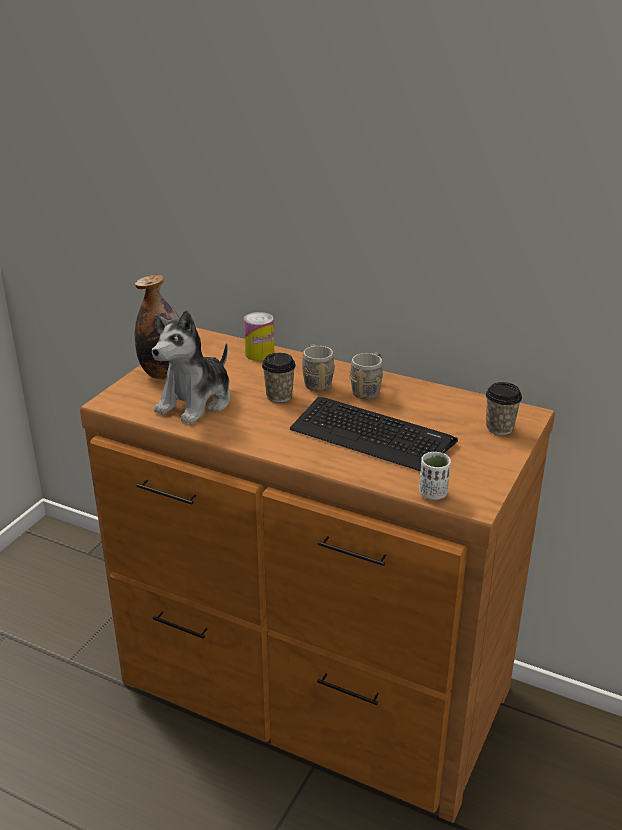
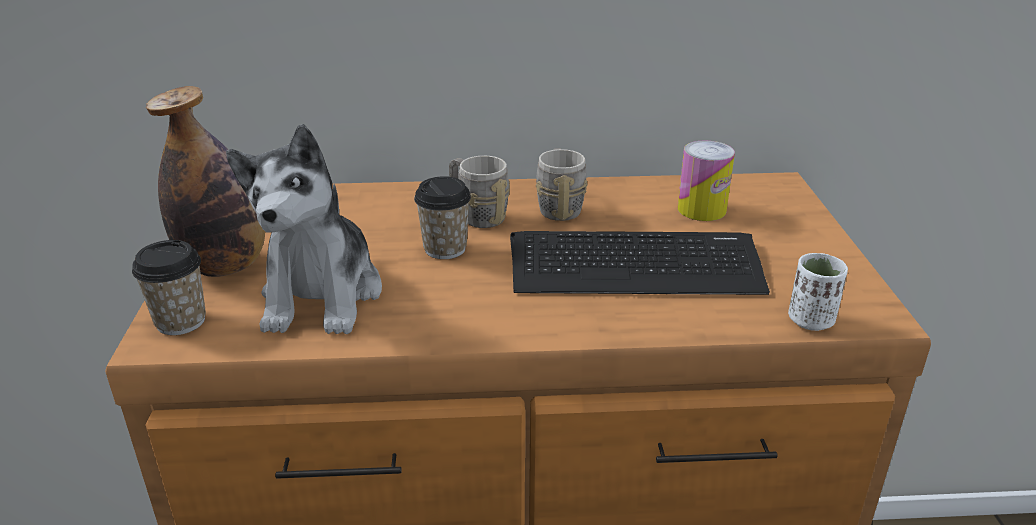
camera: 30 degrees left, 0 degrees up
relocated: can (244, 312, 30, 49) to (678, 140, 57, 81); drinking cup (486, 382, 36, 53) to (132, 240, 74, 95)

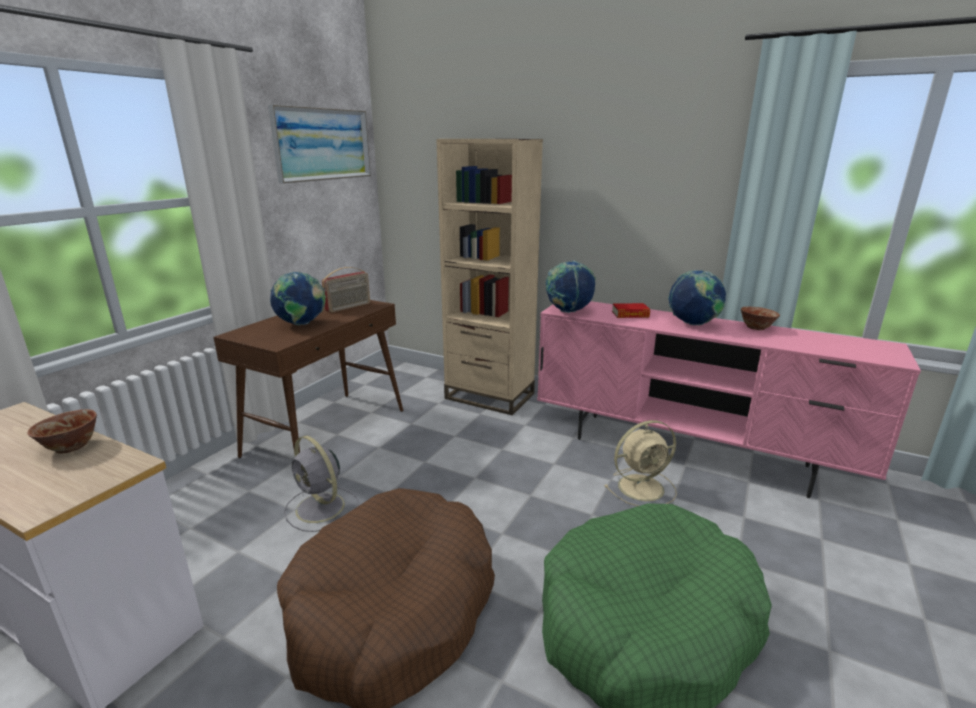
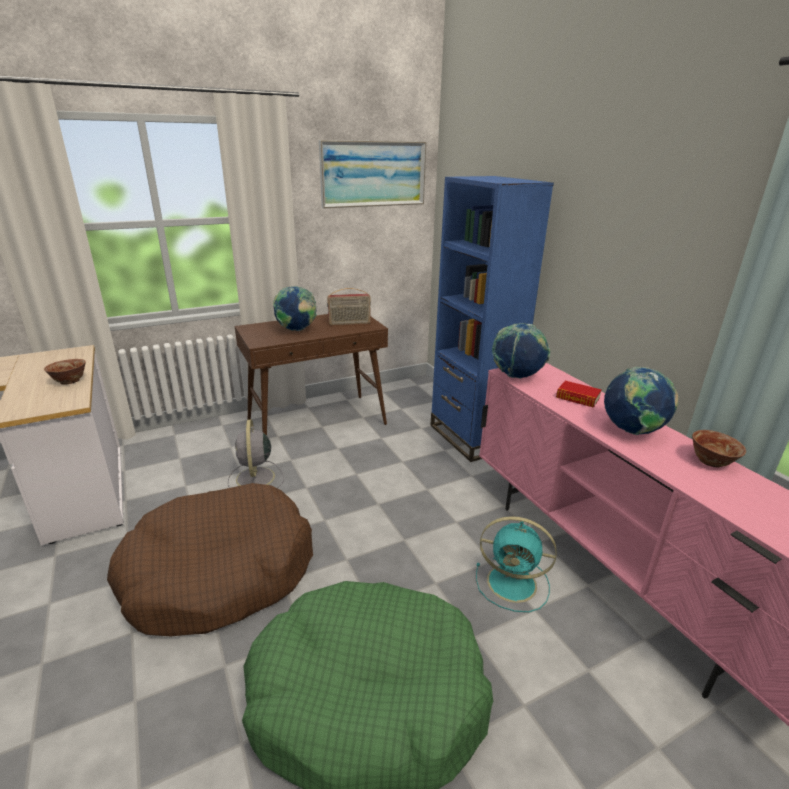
camera: 35 degrees right, 5 degrees up
colour: beige shelving unit (436, 139, 107, 276) to bluish shelving unit (430, 176, 124, 286); beige electric fan (604, 420, 73, 86) to turquoise electric fan (476, 516, 81, 96)

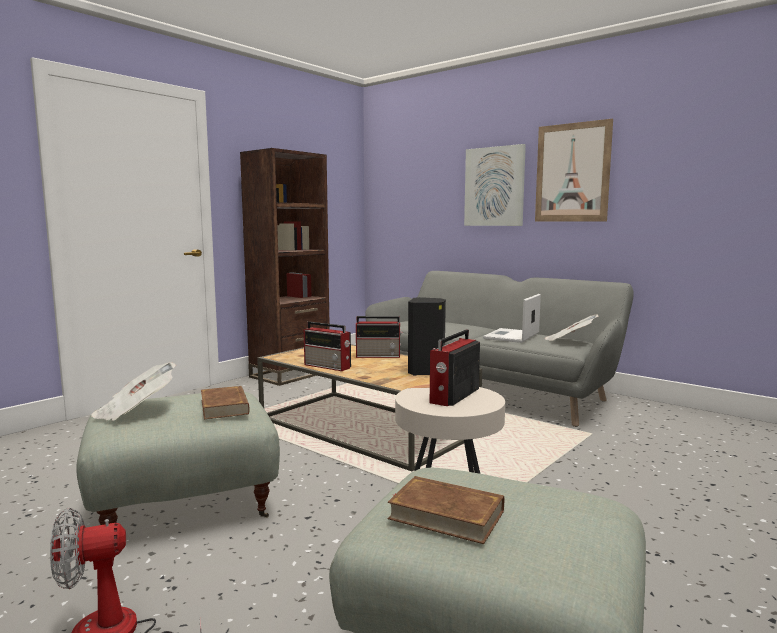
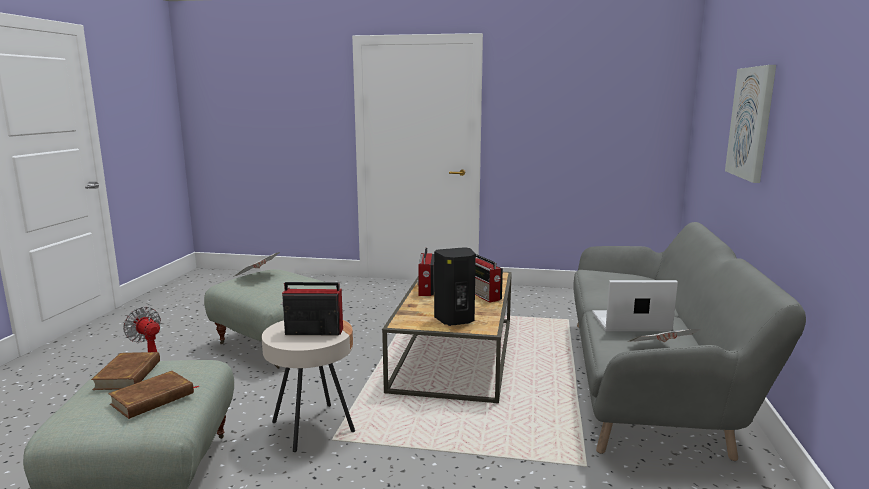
camera: 60 degrees right, 5 degrees up
missing: brown-coloured shelving unit (240, 148, 90, 238); wall picture (535, 119, 78, 103)
relocated: brown-coloured bound book (201, 386, 49, 33) to (108, 371, 91, 48)

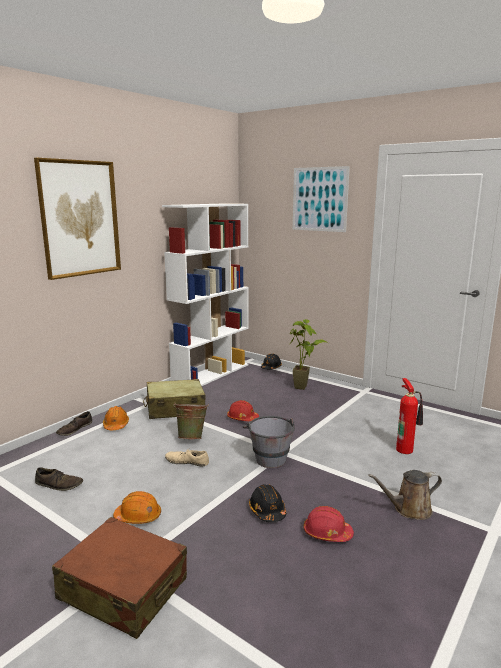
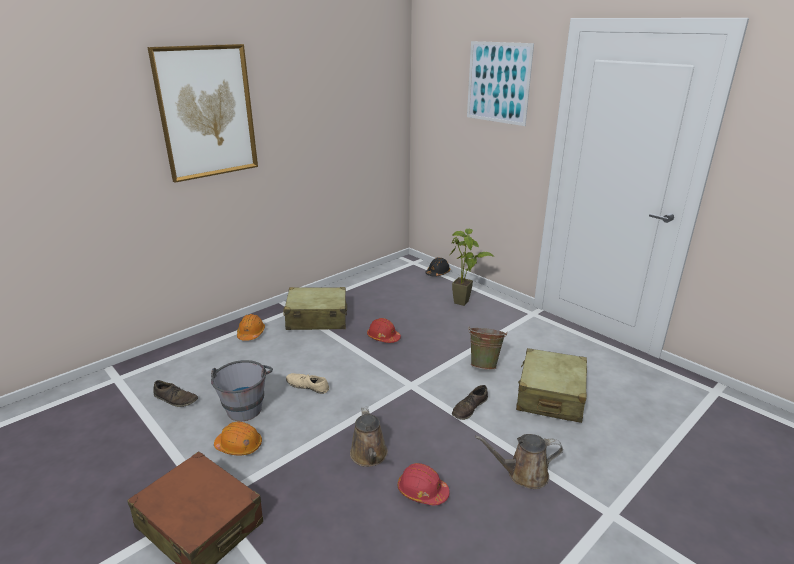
camera: 10 degrees right, 10 degrees up
missing: whitish shelving unit (162, 203, 87, 183)
relocated: brown-coloured shoe (56, 411, 36, 25) to (452, 385, 36, 35); greenish pail (173, 402, 36, 37) to (468, 327, 39, 43); grey pail (242, 416, 53, 52) to (211, 360, 62, 61)
exchanged: blackish safety helmet (249, 484, 37, 38) to brown-coloured watering pot (350, 406, 38, 61); extinguisher (396, 378, 27, 76) to beige travel case (516, 348, 71, 75)

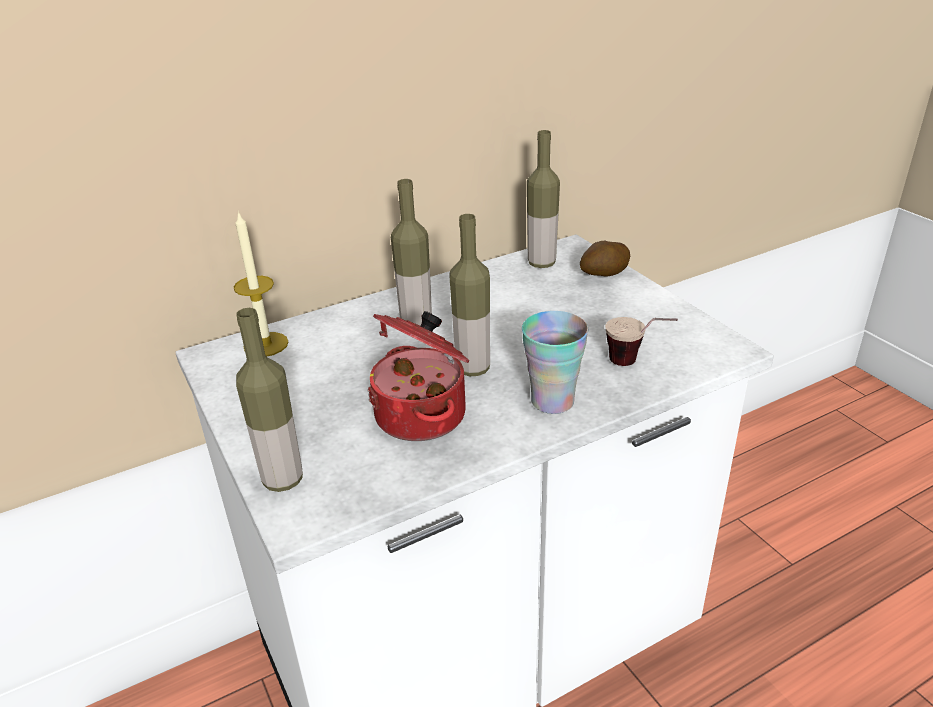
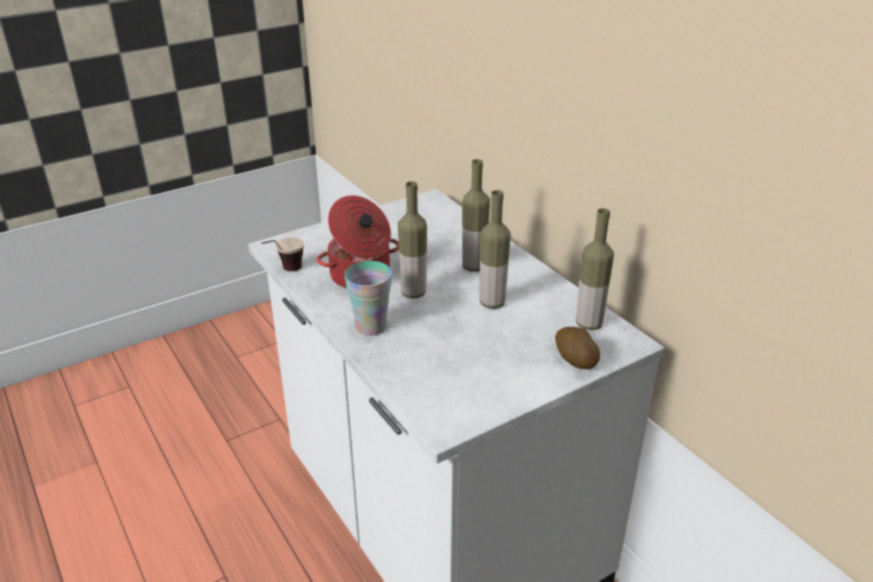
camera: 85 degrees right, 0 degrees up
missing: wax light (234, 211, 55, 145)
relocated: beverage bottle (236, 308, 67, 184) to (480, 190, 31, 119); drinking cup (605, 317, 73, 49) to (261, 237, 43, 34)

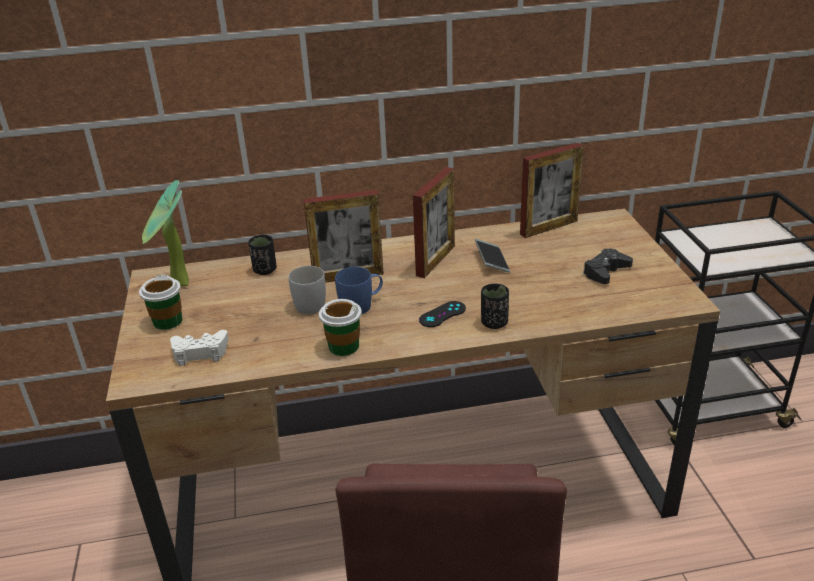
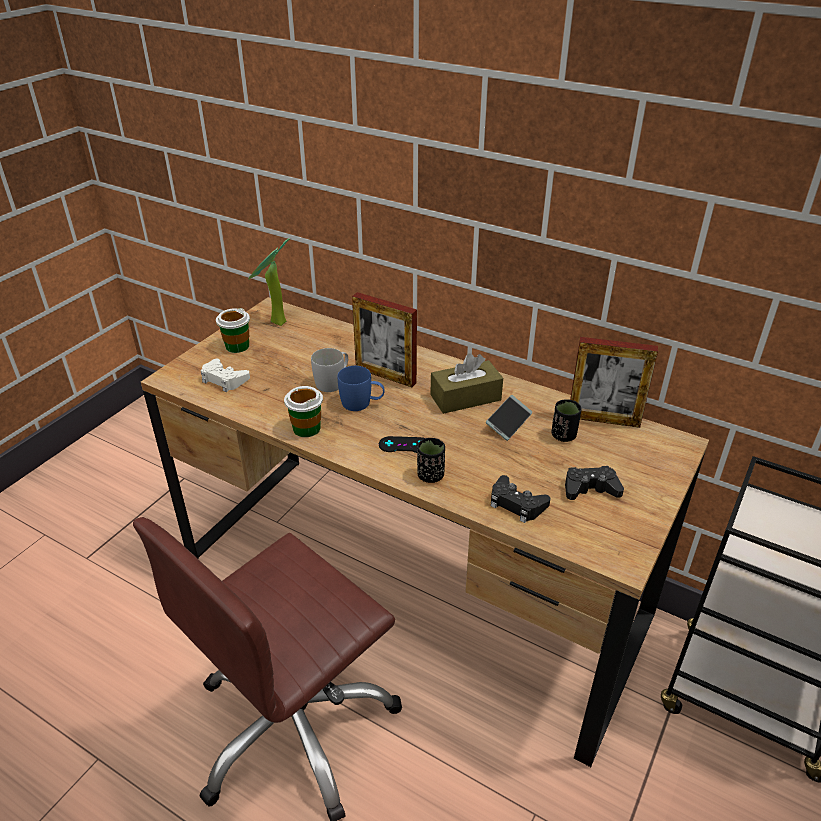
camera: 40 degrees right, 5 degrees up
appeared: blackish joypad (491, 475, 59, 48)
relocated: blackish drinking cup (248, 234, 29, 41) to (551, 399, 31, 43)
exchanged: photo frame (413, 167, 42, 111) to brown-coloured tissue box (430, 353, 73, 61)

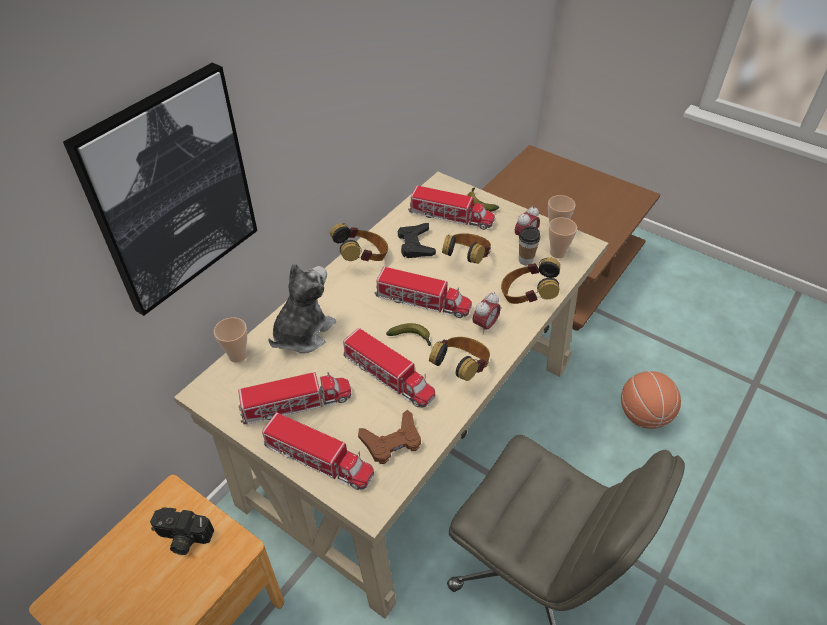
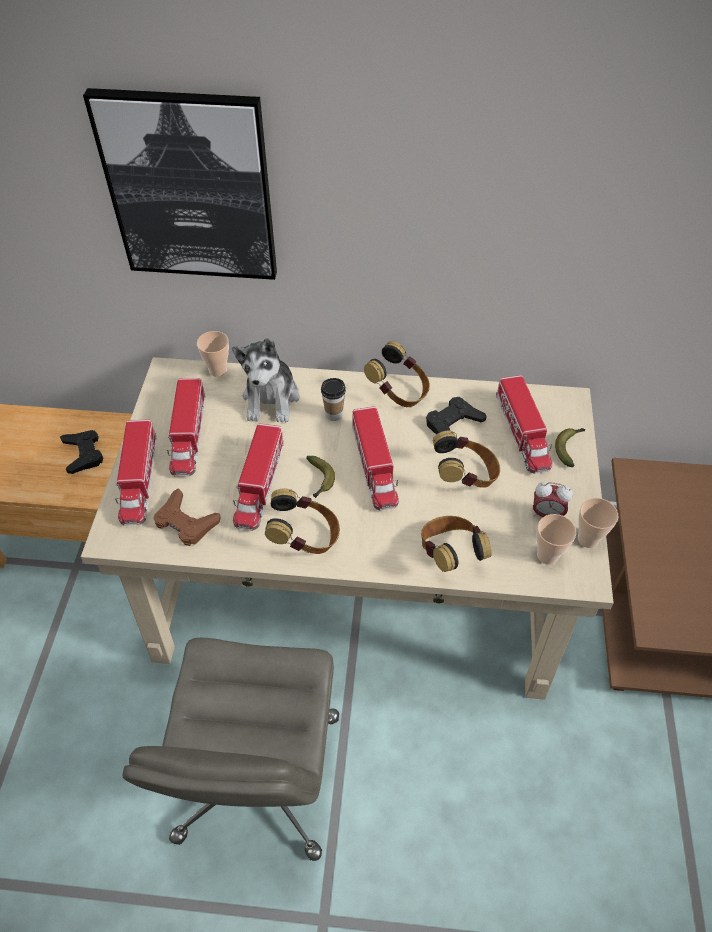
camera: 60 degrees right, 5 degrees up
missing: alarm clock (473, 292, 28, 42); basketball (621, 371, 60, 58)
relocated: drinking cup (519, 226, 21, 39) to (321, 378, 25, 43)
exchanged: still camera (150, 507, 64, 48) to blackish joypad (60, 430, 43, 44)
spun: toy lorry (238, 372, 114, 53) = (167, 378, 38, 98) 45 degrees clockwise; cuddly toy (268, 263, 68, 90) = (232, 338, 68, 84) 90 degrees clockwise

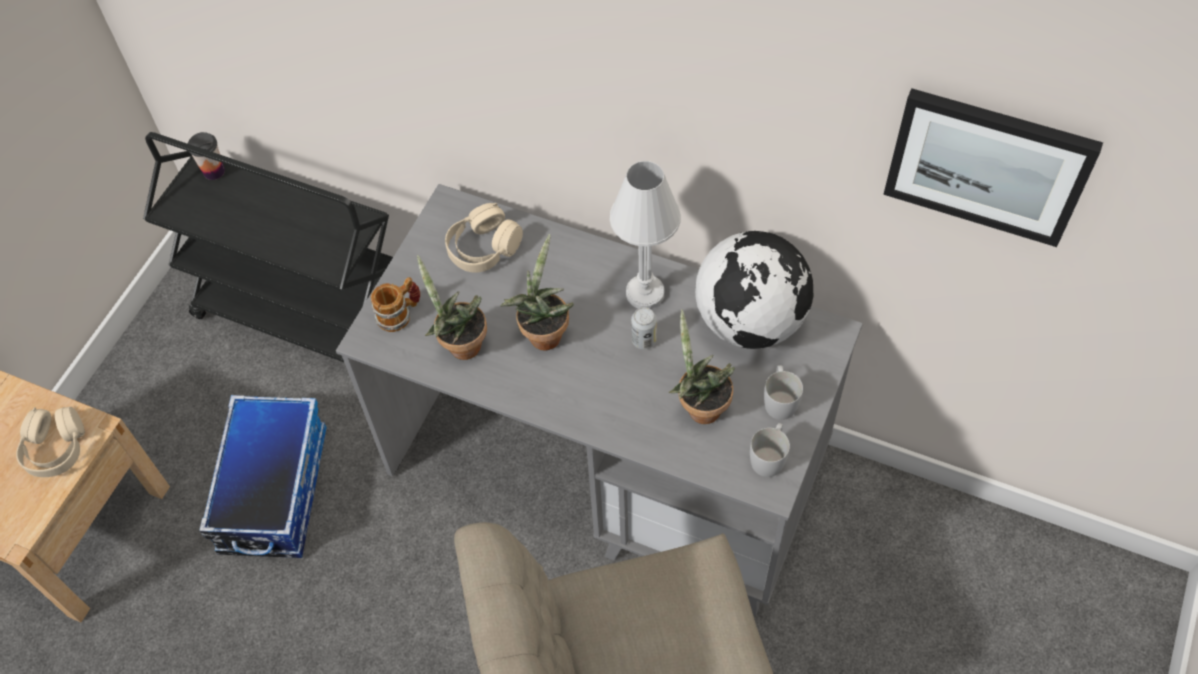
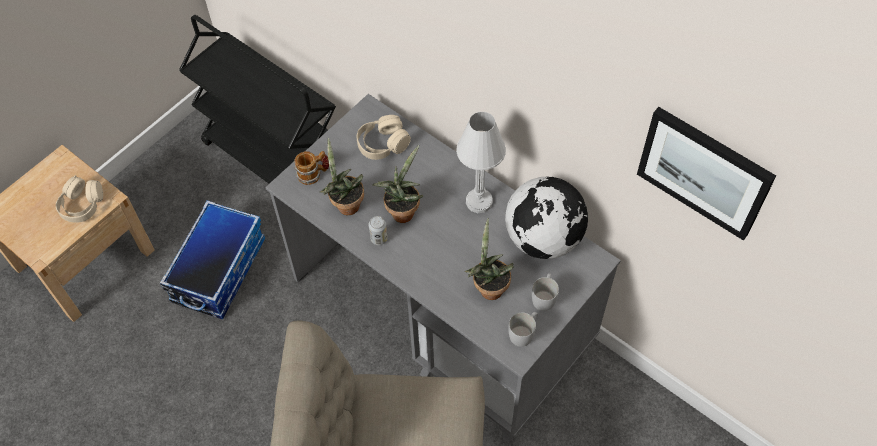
camera: 15 degrees right, 0 degrees up
missing: drinking cup (188, 132, 37, 48)
relocated: can (631, 307, 26, 43) to (369, 216, 19, 29)

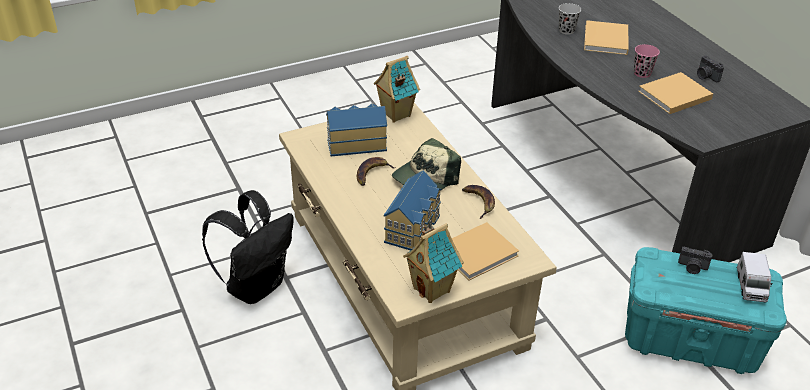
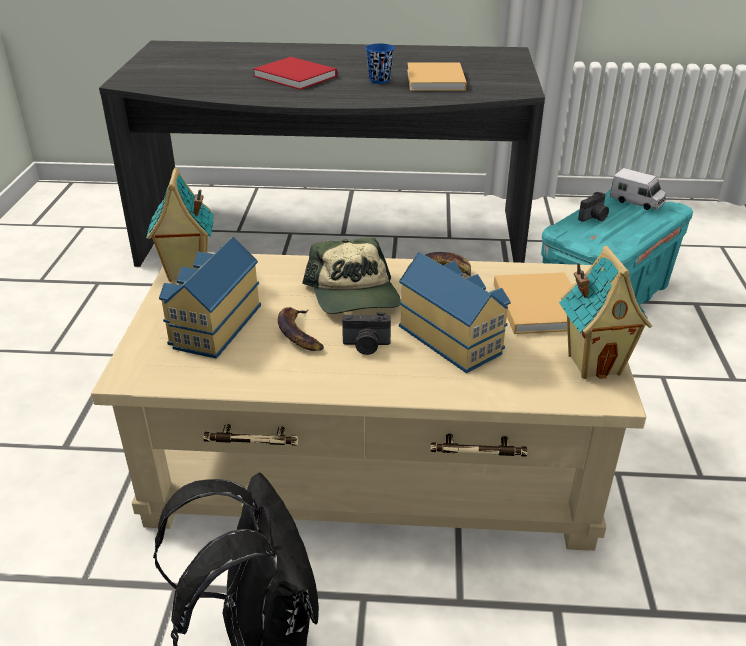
camera: 60 degrees left, 5 degrees down
missing: blackish drinking cup (559, 3, 22, 32)
relocated: still camera (697, 55, 27, 27) to (342, 312, 49, 43)
colour: beige bound book (584, 20, 45, 35) to red-coloured bound book (253, 57, 84, 33); pinkish drinking cup (634, 44, 26, 34) to bluish drinking cup (365, 44, 30, 40)

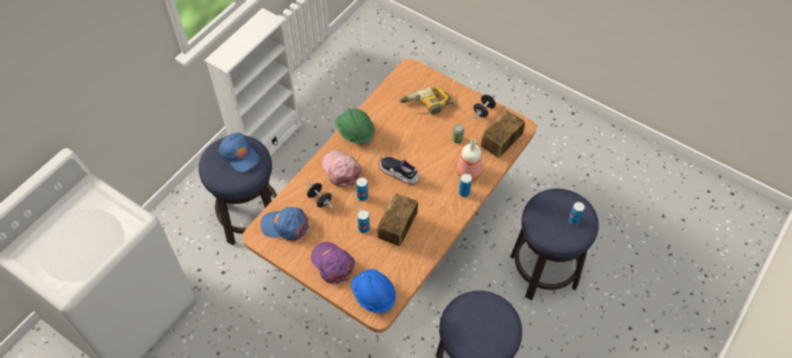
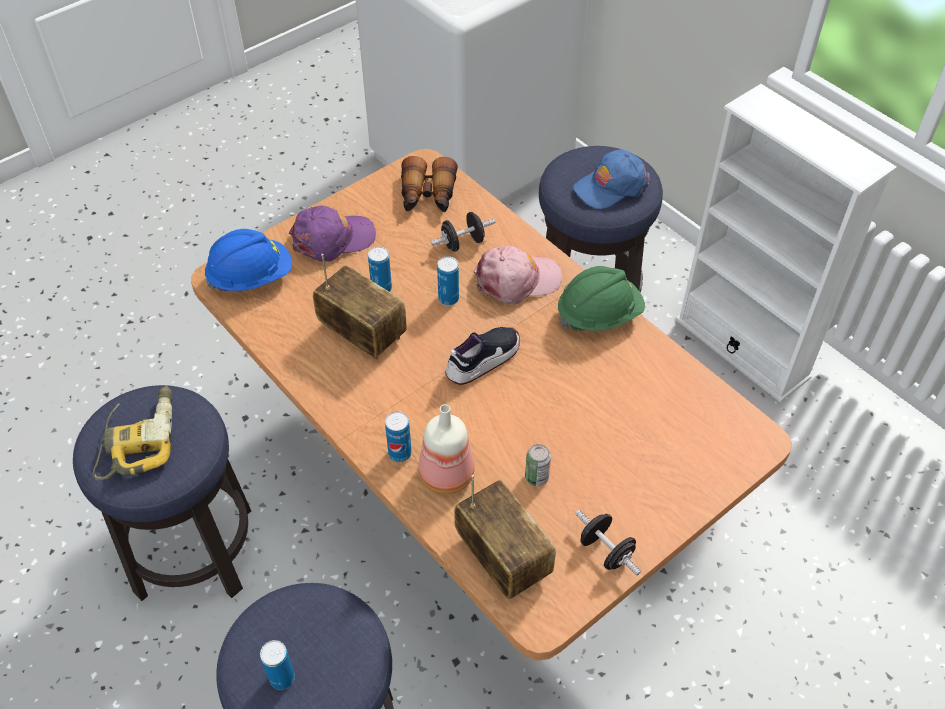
camera: 105 degrees right, 5 degrees down
relocated: drill (400, 86, 57, 29) to (93, 386, 79, 94)
exchanged: bluish peaked cap (261, 207, 48, 34) to pair of binoculars (401, 156, 57, 56)

